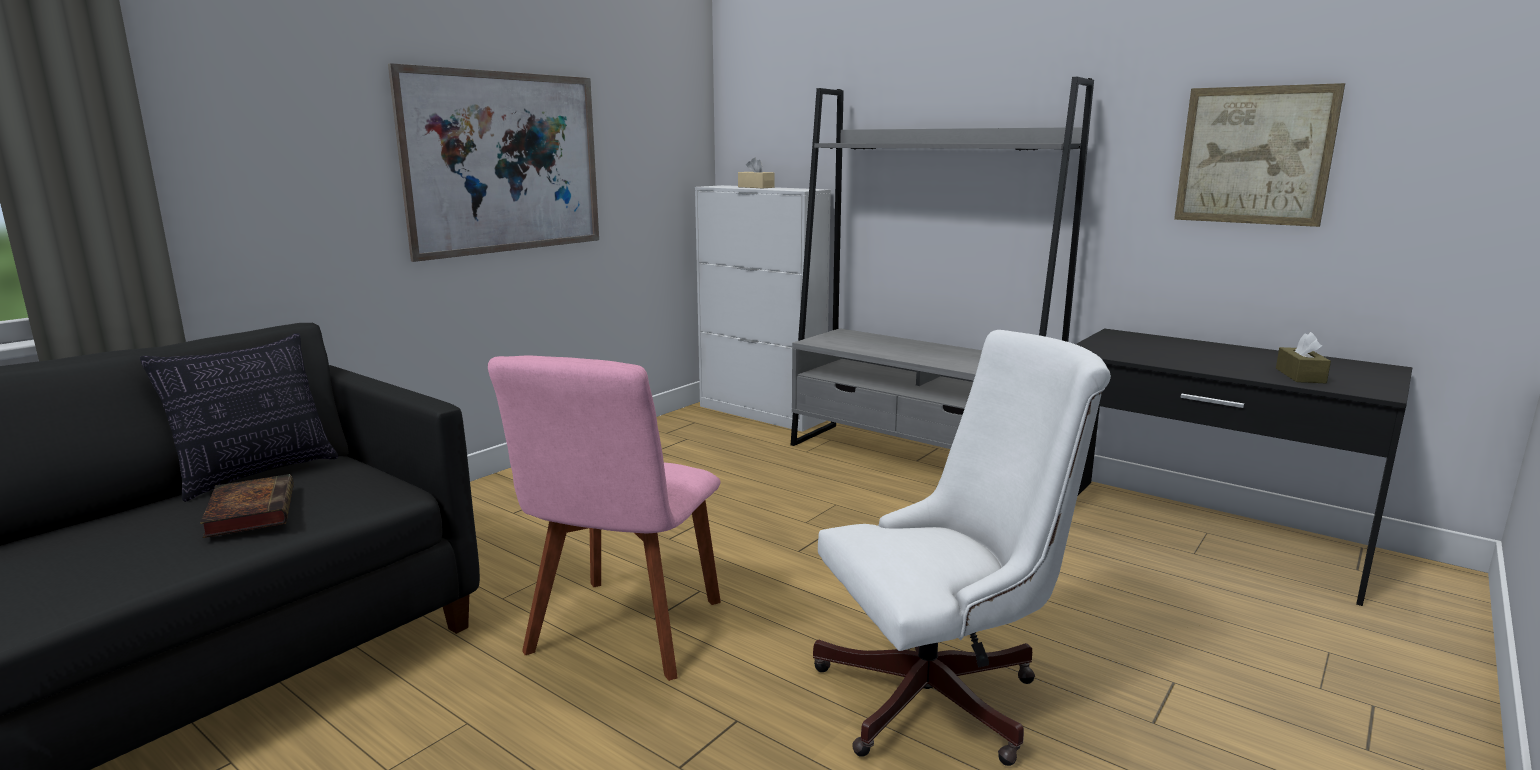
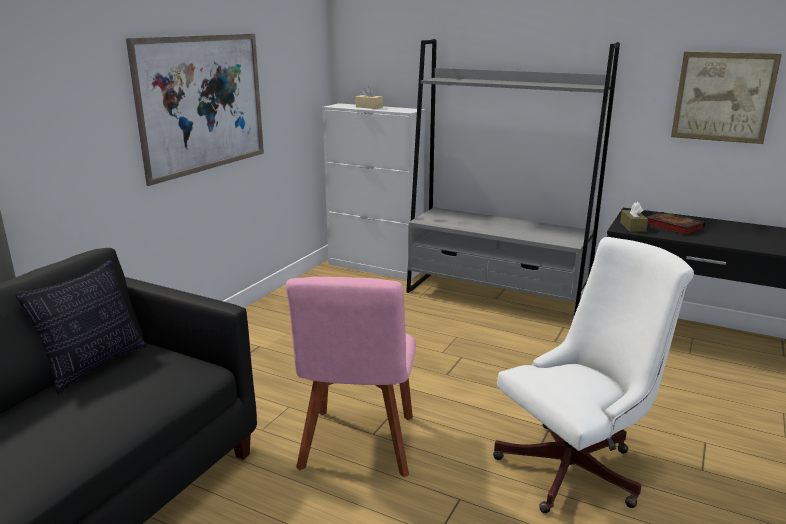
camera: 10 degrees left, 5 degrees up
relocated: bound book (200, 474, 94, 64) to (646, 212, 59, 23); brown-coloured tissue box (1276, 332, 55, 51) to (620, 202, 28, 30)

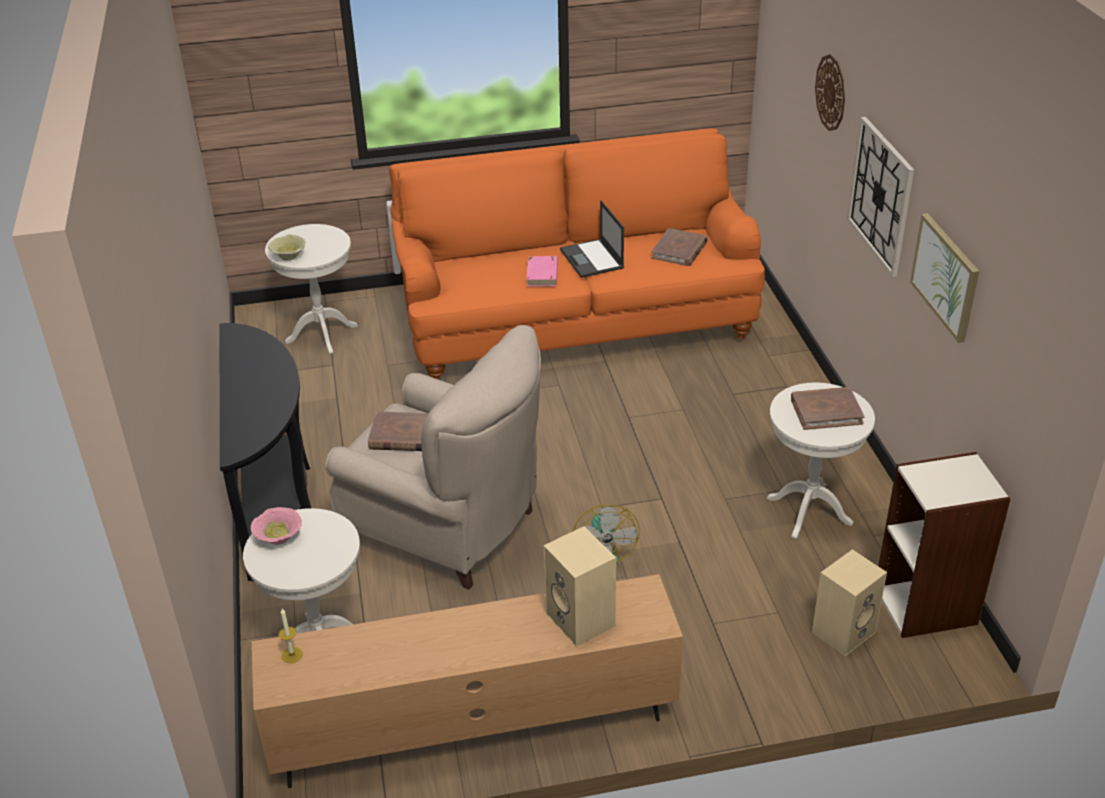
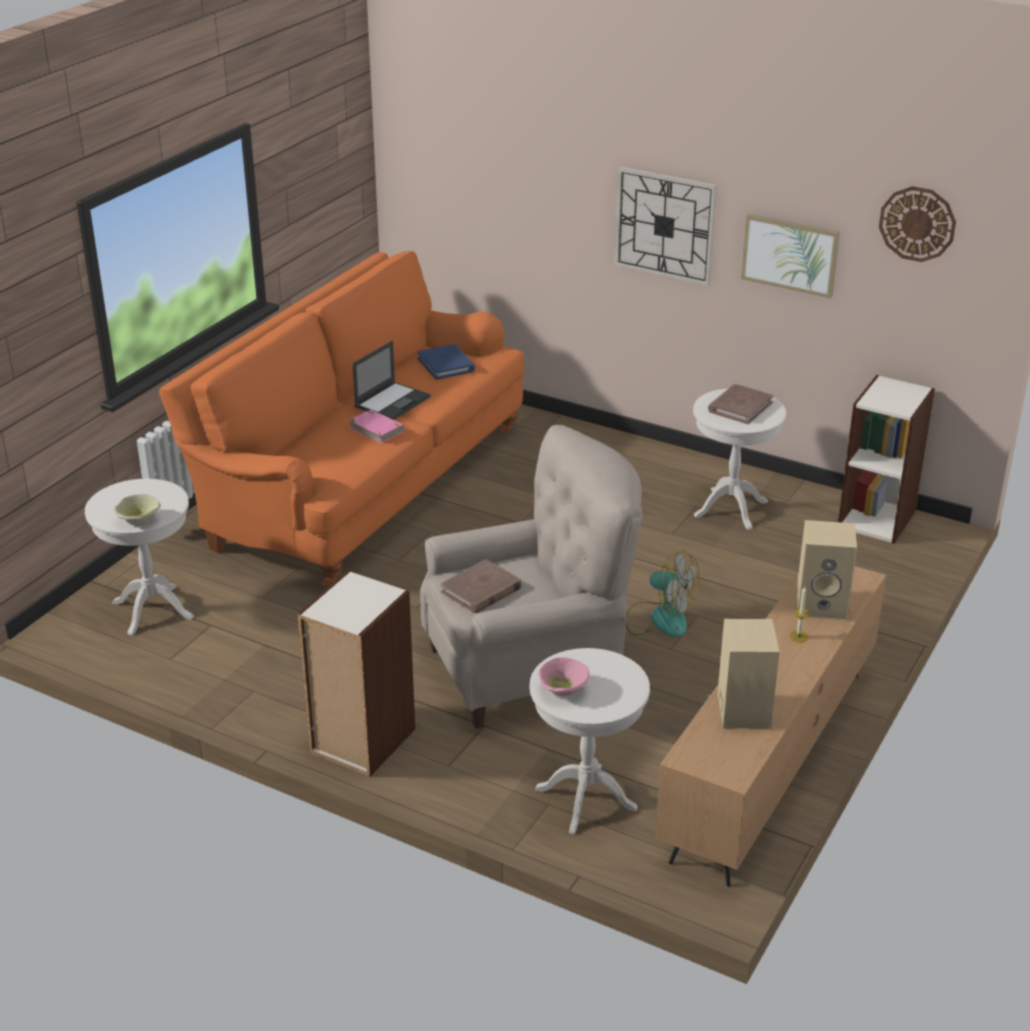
camera: 50 degrees left, 5 degrees down
relocated: wax light (278, 609, 25, 54) to (789, 587, 21, 55); beige speaker (812, 549, 75, 107) to (718, 619, 61, 109); hanging clock (815, 54, 30, 77) to (879, 186, 77, 76)
exchanged: blackish console table (220, 323, 91, 258) to shelving unit (298, 570, 117, 207)
colour: brown-coloured bound book (651, 228, 57, 38) to bluish bound book (417, 344, 58, 36)
spun: laptop (560, 200, 64, 78) = (353, 341, 78, 79) 75 degrees counterclockwise

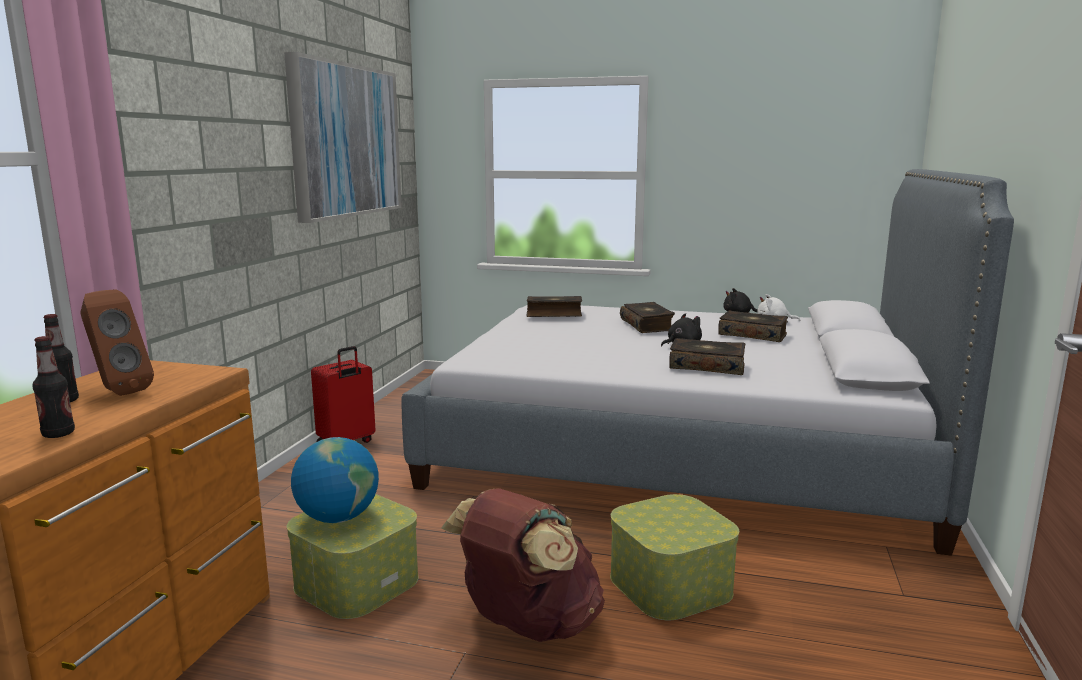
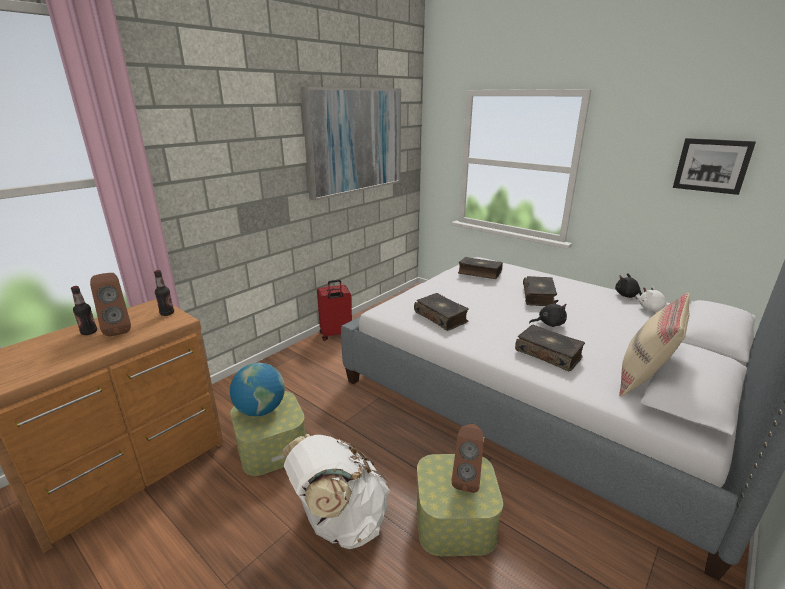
camera: 25 degrees right, 10 degrees up
appeared: brown-coloured speaker (451, 424, 33, 69); beige pillow (619, 293, 71, 104); wall picture (673, 138, 83, 57)
relocated: beverage bottle (32, 336, 43, 102) to (154, 270, 20, 46); bound book (718, 311, 70, 31) to (414, 293, 55, 38)
colour: brown-coloured knapsack (441, 488, 164, 154) to whitish knapsack (282, 434, 108, 115)

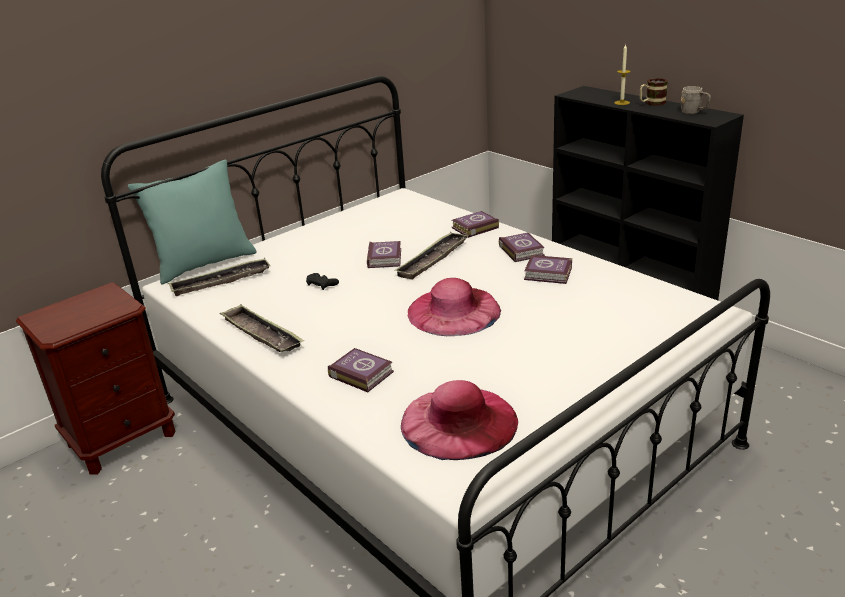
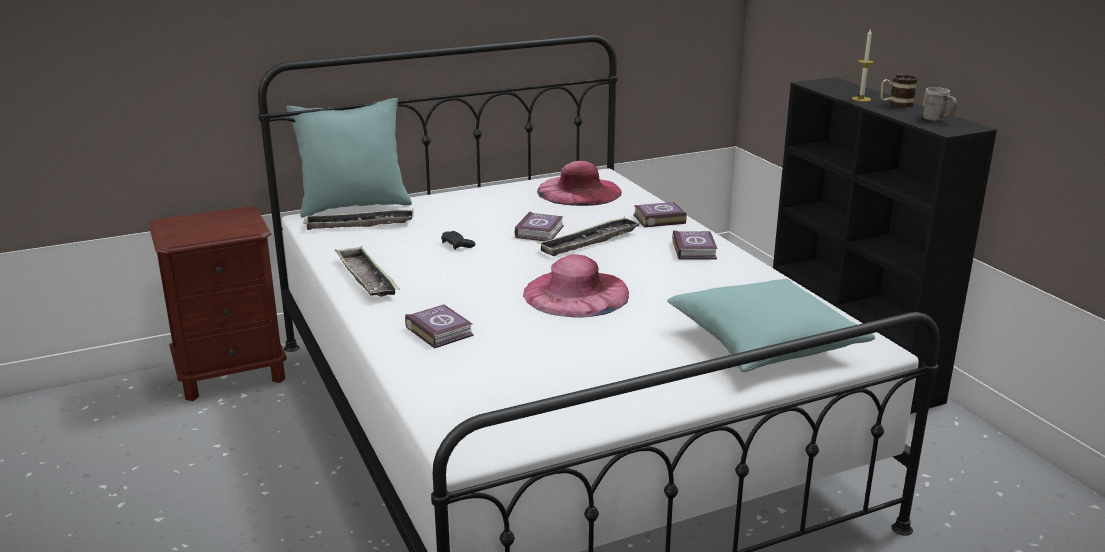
camera: 15 degrees right, 5 degrees down
missing: bound book (524, 255, 48, 29)
appeared: turquoise pillow (667, 279, 208, 93)
relocated: pinkish hat (401, 380, 117, 80) to (537, 161, 85, 45)

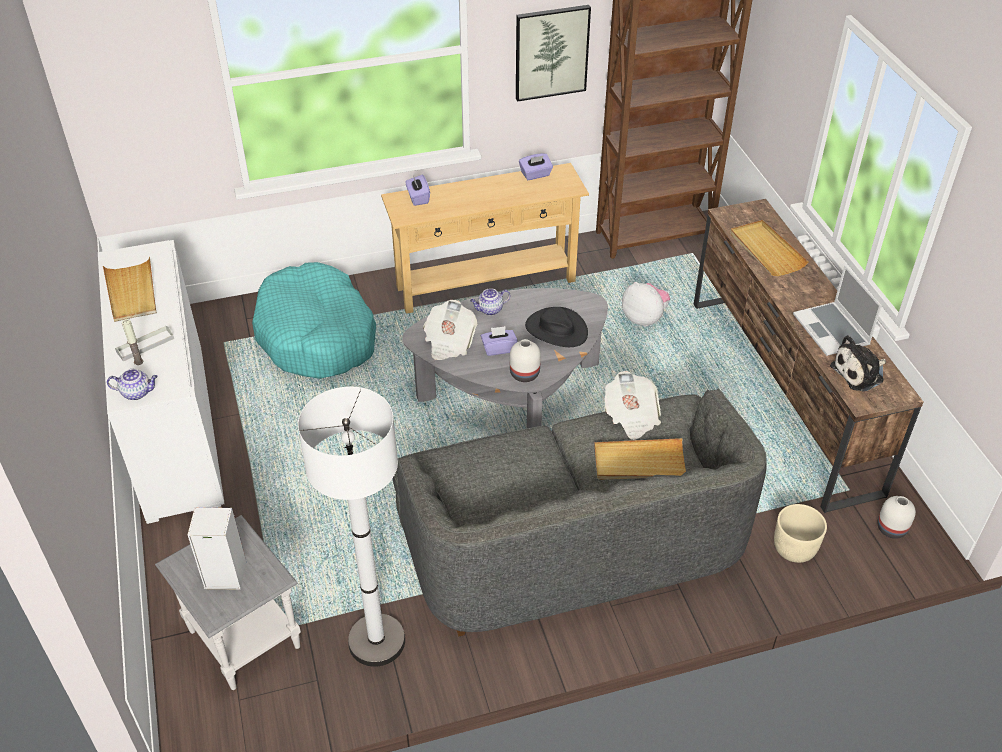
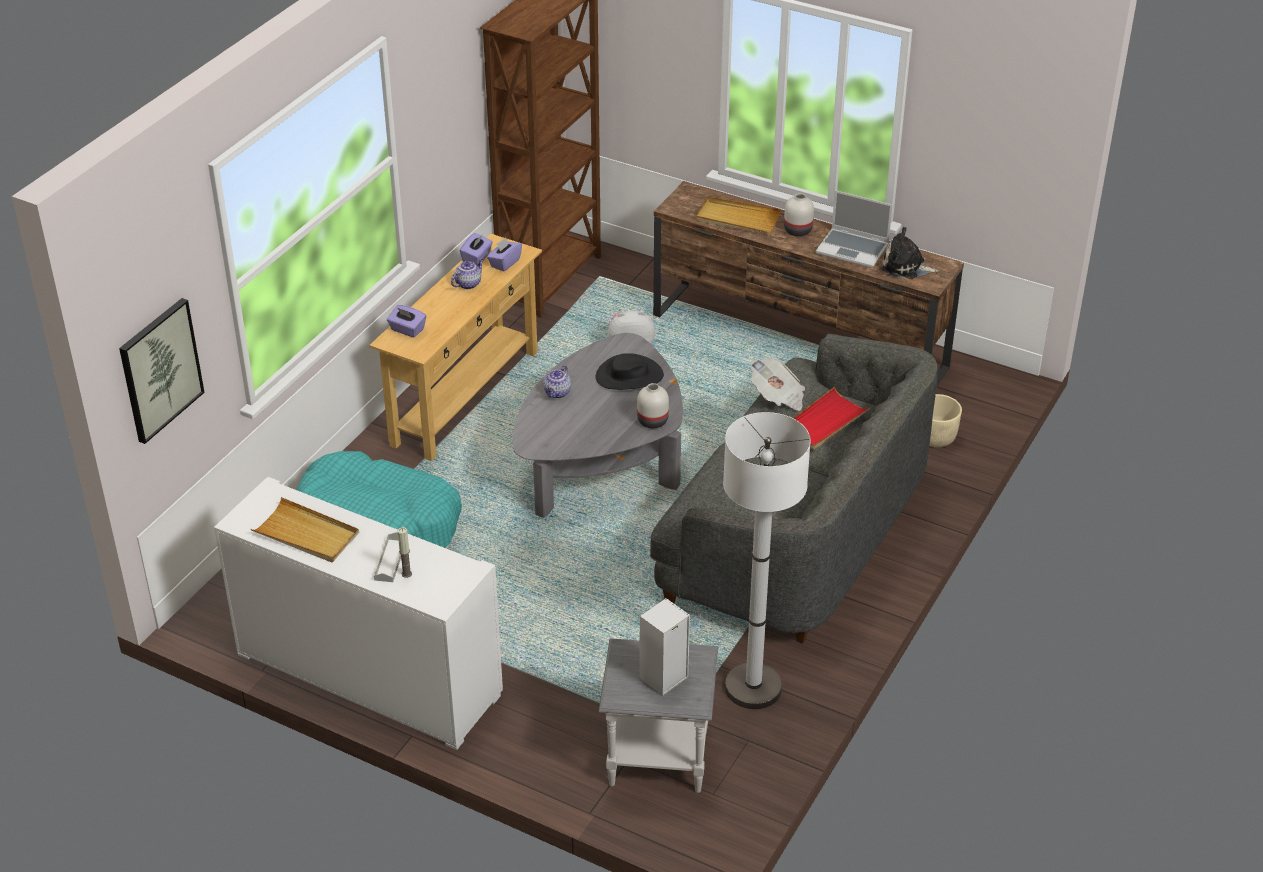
camera: 45 degrees left, 5 degrees down
missing: daily paper (423, 300, 54, 60)
relocated: tea pot (107, 369, 51, 31) to (451, 258, 33, 31); purple tissue box (481, 326, 37, 30) to (487, 237, 35, 34); wall picture (516, 5, 75, 97) to (119, 298, 86, 146); whitish flower vase (877, 496, 39, 43) to (784, 193, 30, 43)
colour: beige carrying tray (594, 438, 92, 42) to red-coloured carrying tray (793, 387, 78, 63)
spun: cuddly toy (830, 335, 56, 57) = (881, 227, 57, 52) 90 degrees clockwise

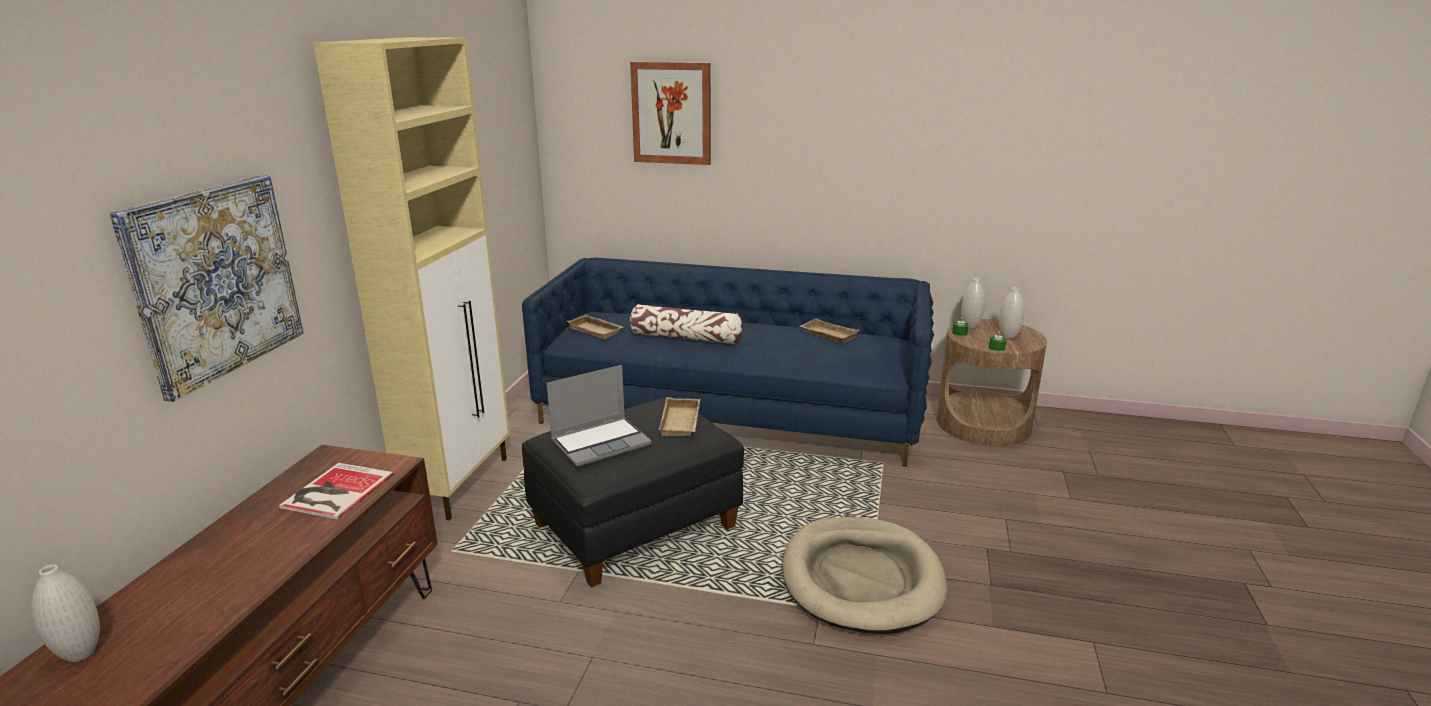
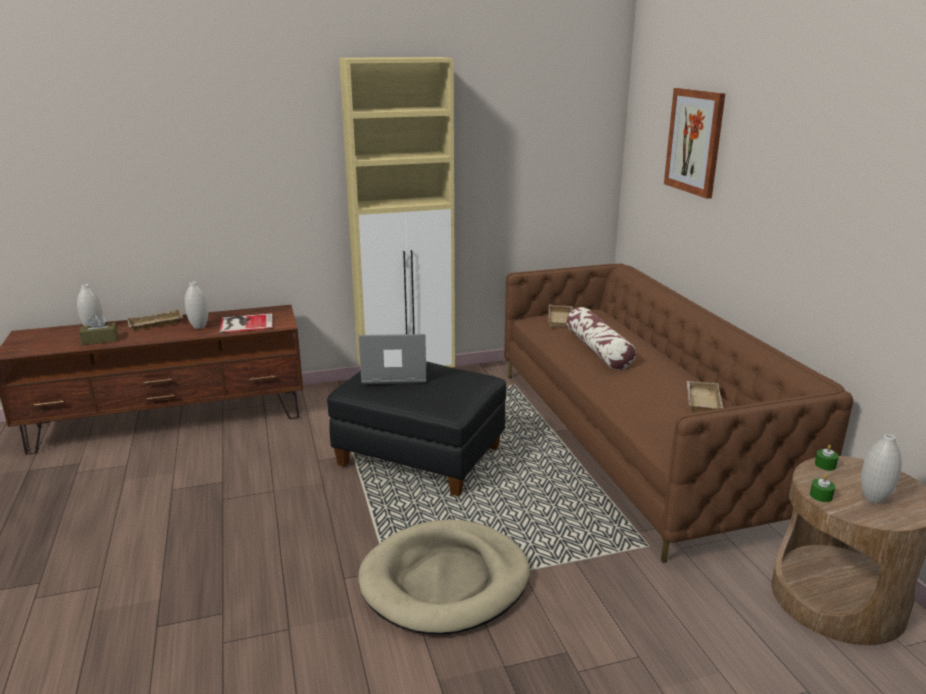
camera: 60 degrees right, 0 degrees up
missing: wall picture (109, 175, 195, 227)
appeared: brown-coloured tissue box (79, 315, 39, 30)
relocated: beige carrying tray (659, 397, 41, 39) to (127, 309, 56, 21); whitish flower vase (961, 278, 25, 50) to (185, 281, 23, 48)
colour: bluish couch (522, 258, 412, 208) to brown-coloured couch (504, 263, 349, 300)
spun: laptop (547, 365, 105, 102) = (359, 334, 67, 50) 150 degrees clockwise

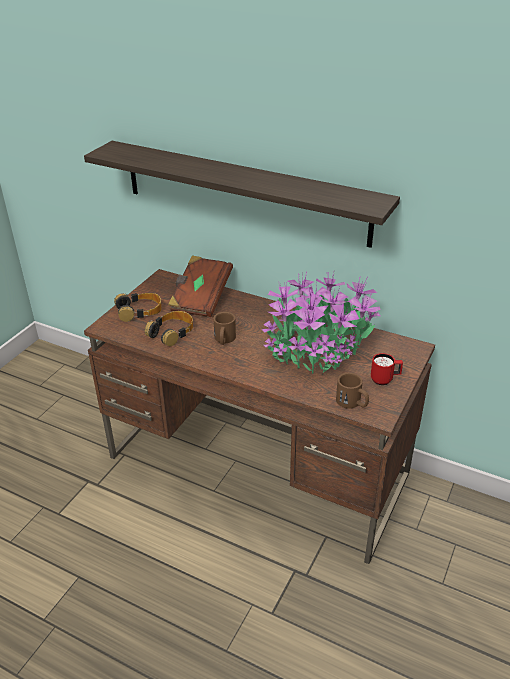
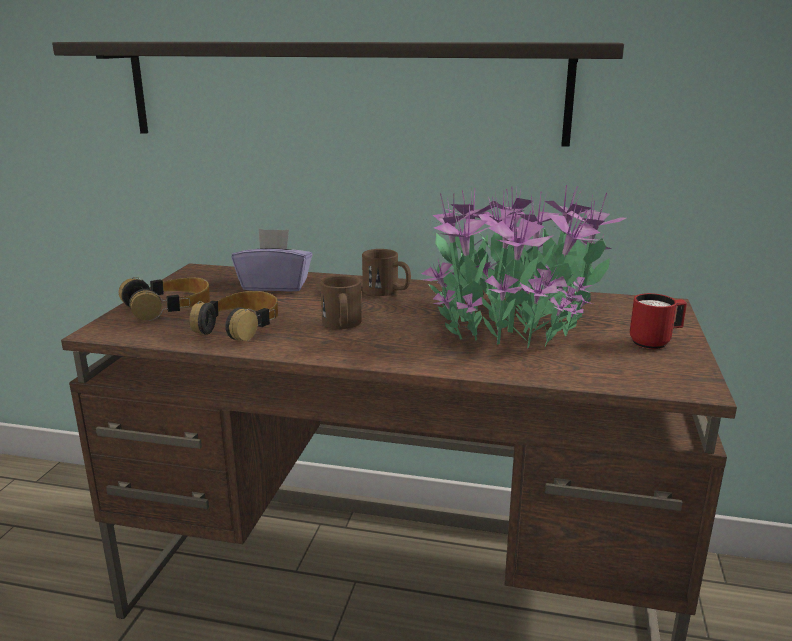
camera: 15 degrees left, 15 degrees down
relocated: brown-coloured mug (336, 372, 33, 37) to (362, 249, 49, 47)
exchanged: brown-coloured bound book (168, 255, 65, 62) to purple tissue box (231, 229, 82, 63)

